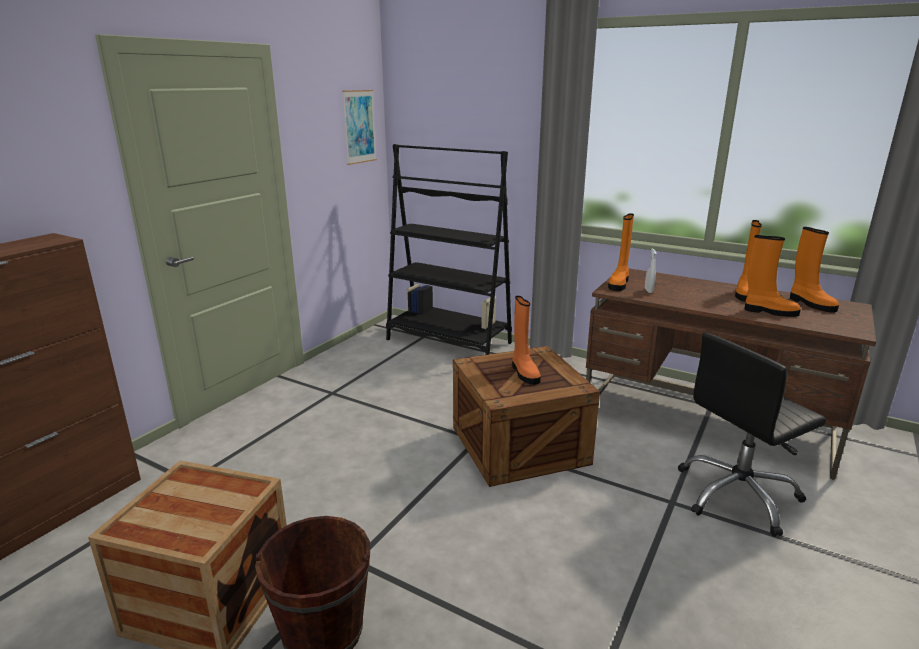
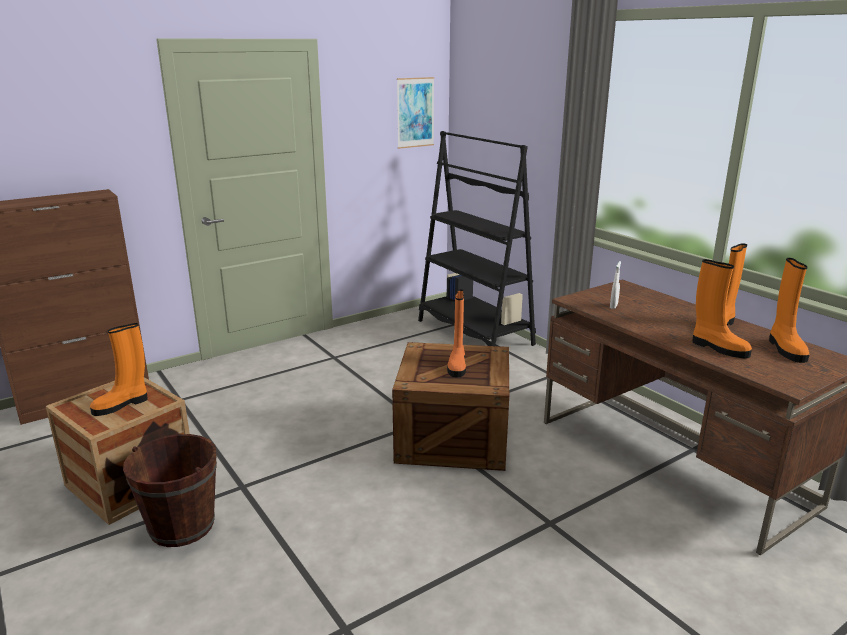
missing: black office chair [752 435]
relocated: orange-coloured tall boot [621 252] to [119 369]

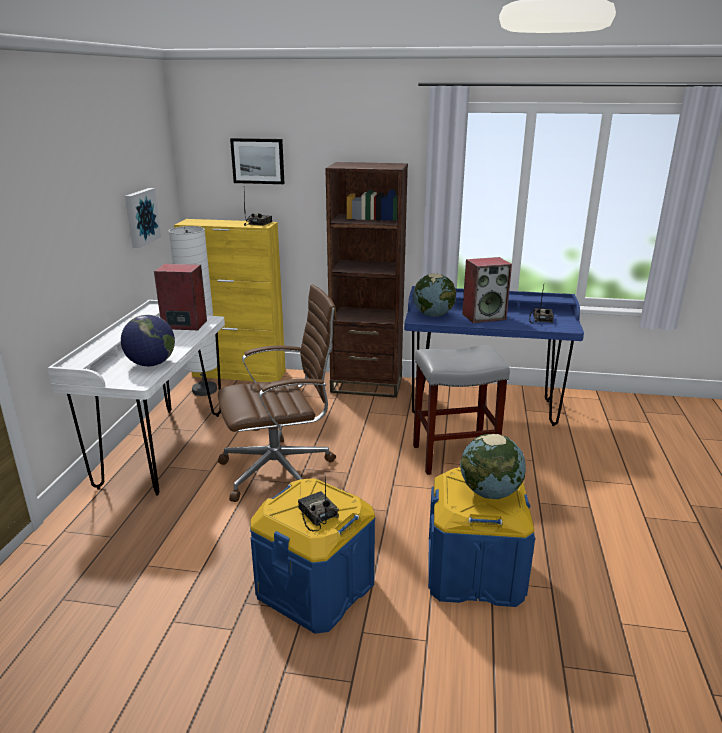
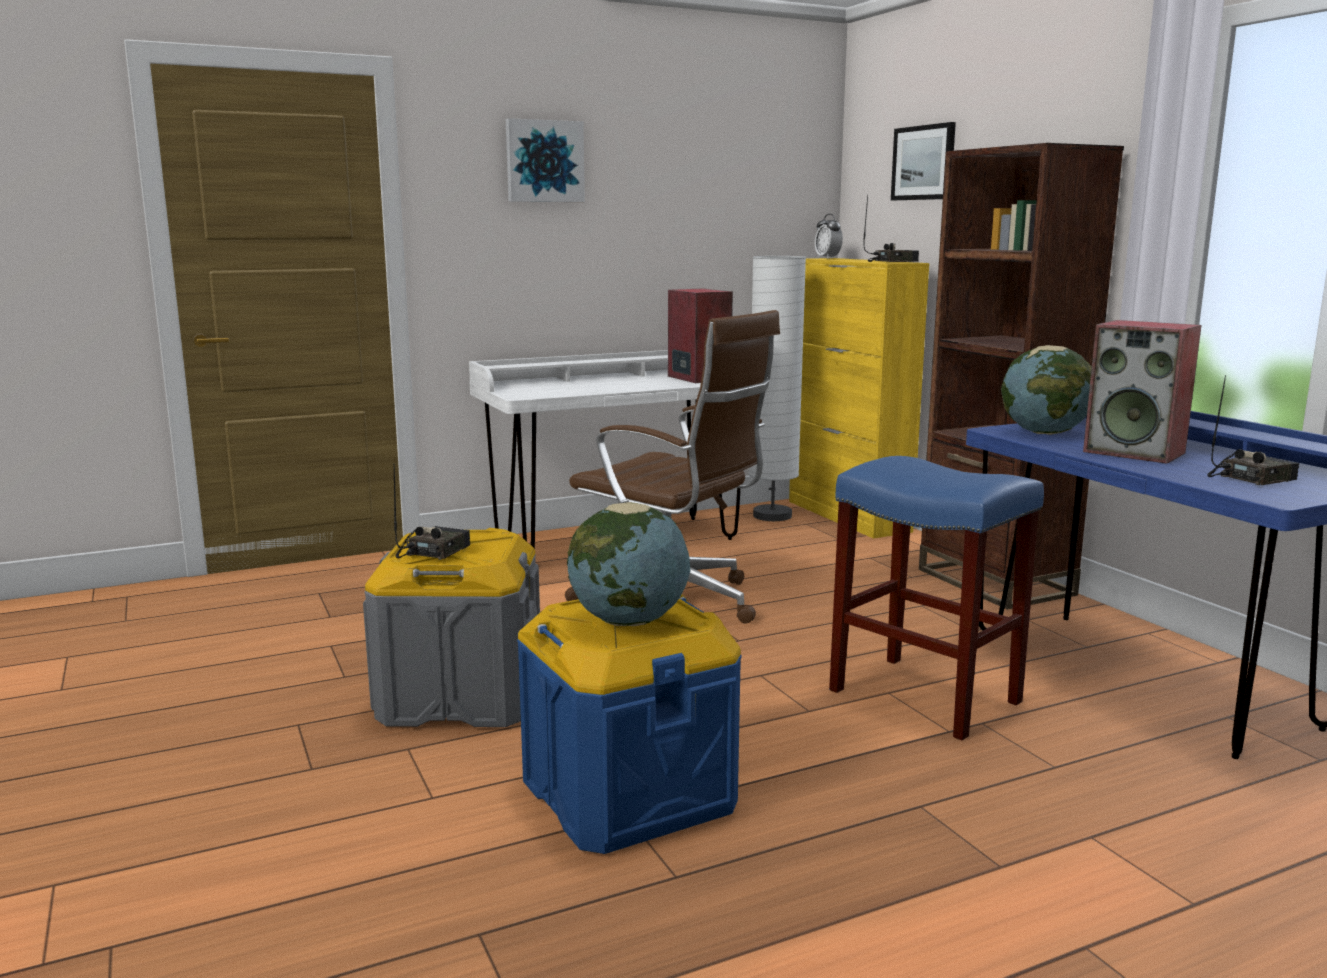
missing: globe [148 340]
appeared: alarm clock [829 236]
relocated: wall picture [143 218] to [545 160]
colour: blue storage box [312 556] to greyish storage box [451 627]; greyish sitting stool [461 410] to blue sitting stool [936 598]

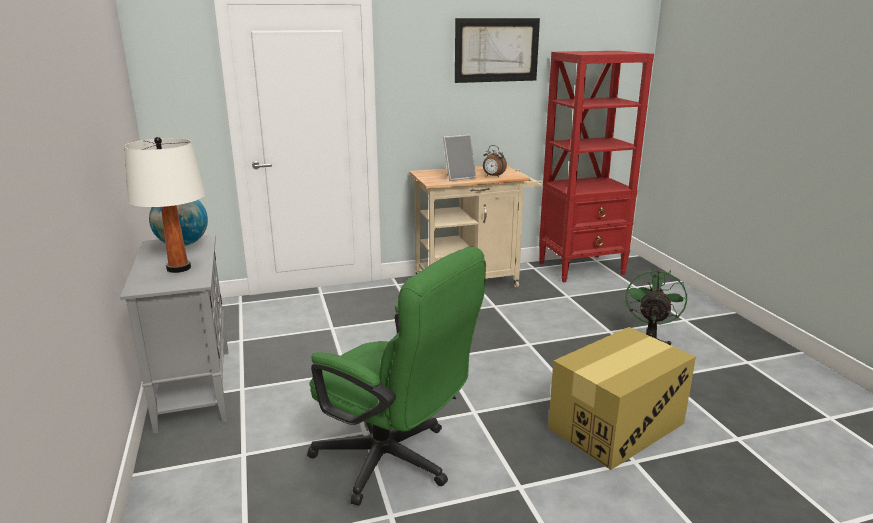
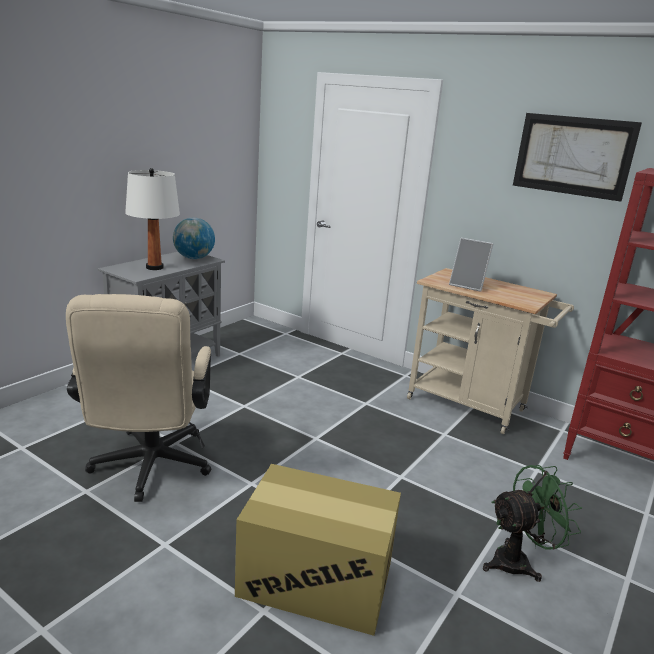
missing: alarm clock [495 161]
colour: green-coloured office chair [396 376] to sand-coloured office chair [138 398]

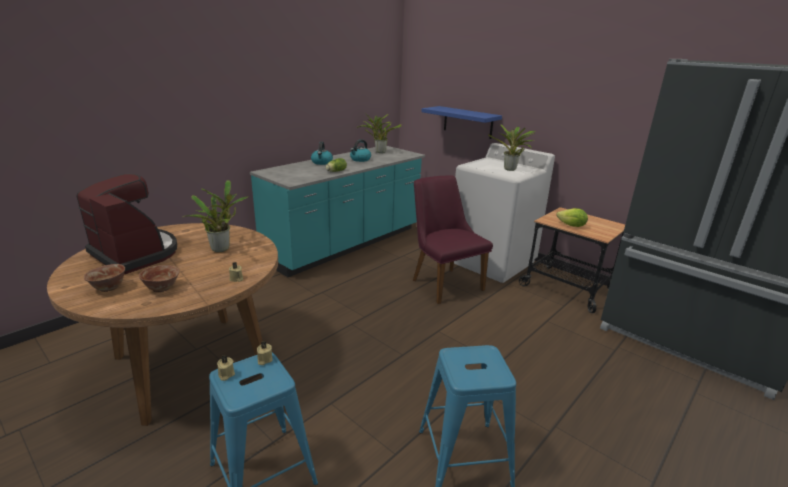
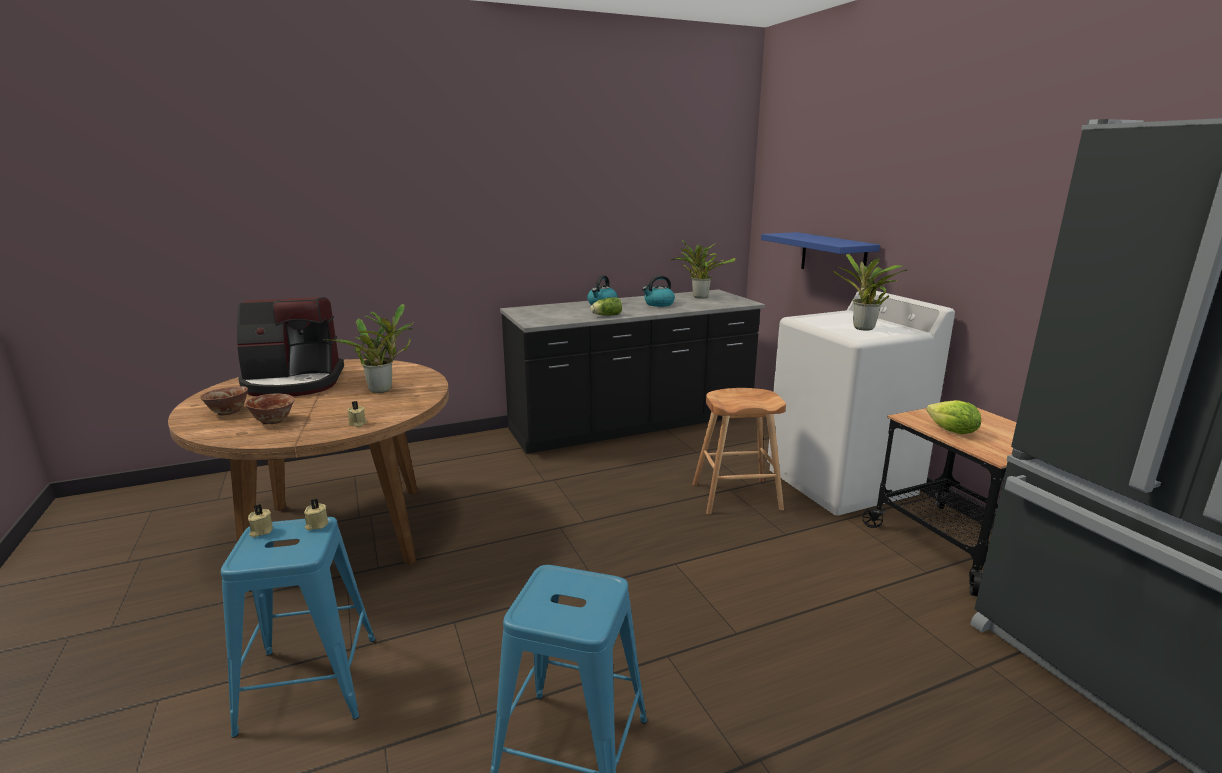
exchanged: purplish chair [453 239] to brownish sitting stool [739 451]
colour: blue-green kitchen base unit [337 211] to black kitchen base unit [632 371]
spun: coffee brewer [127 223] = [290 346] 105 degrees clockwise

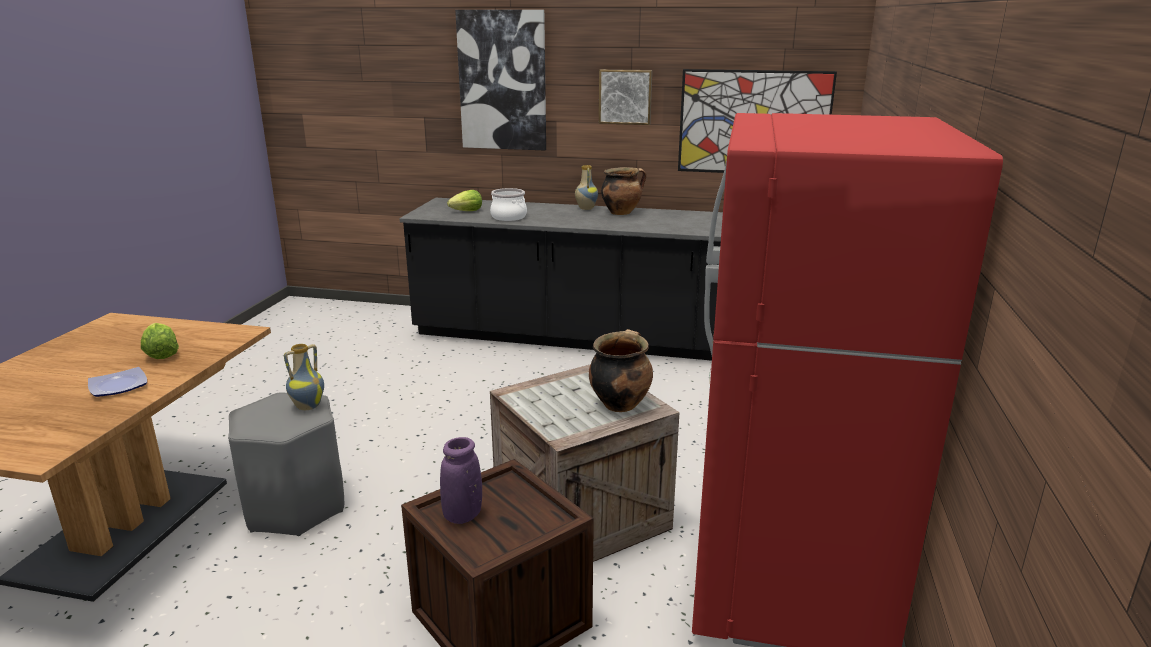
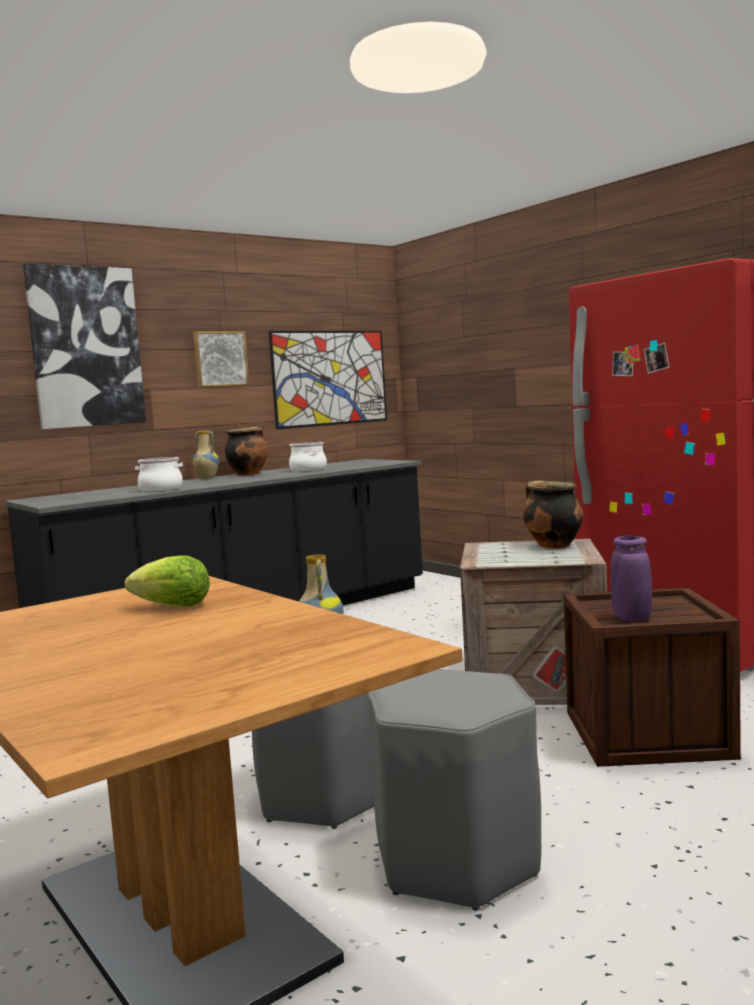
missing: dinner plate [117 382]; head of lettuce [464 200]
appeared: cooking pot [308 456]; greyish sitting stool [454 790]

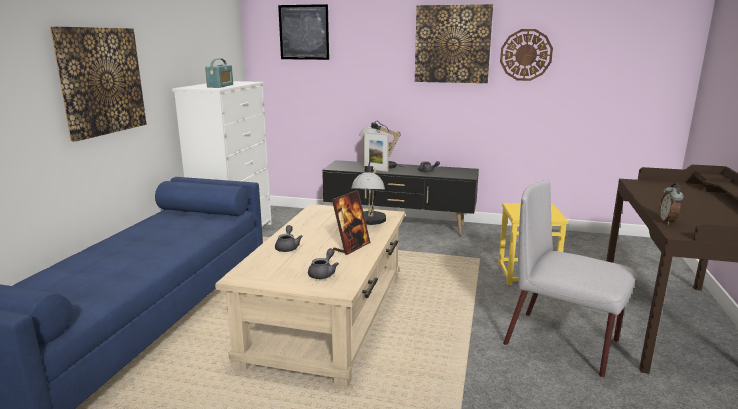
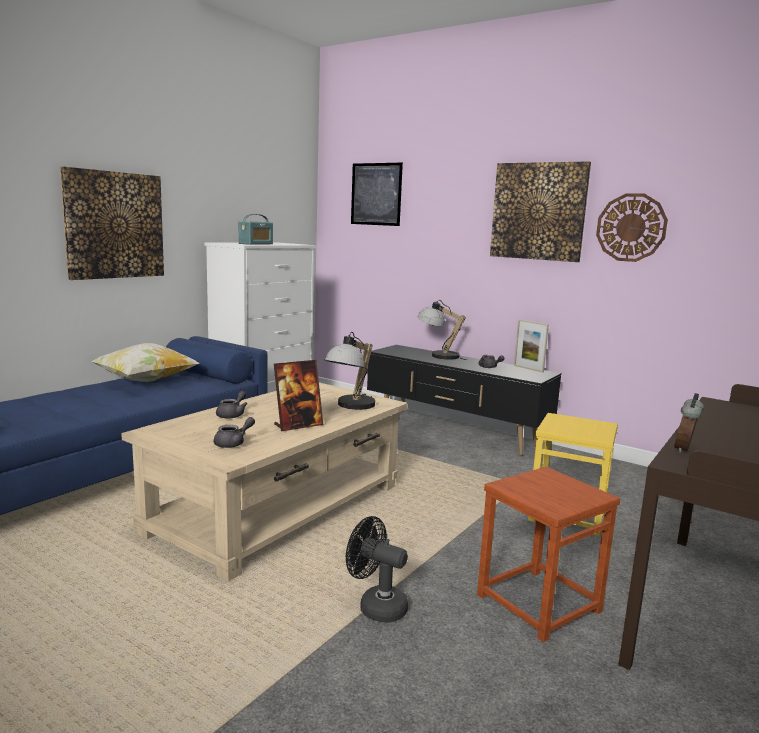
appeared: throw pillow [145 362]; black fan [377 569]
relocated: picture frame [376 152] to [531 345]
exchanged: greyish chair [569 278] to brownish sitting stool [548 554]

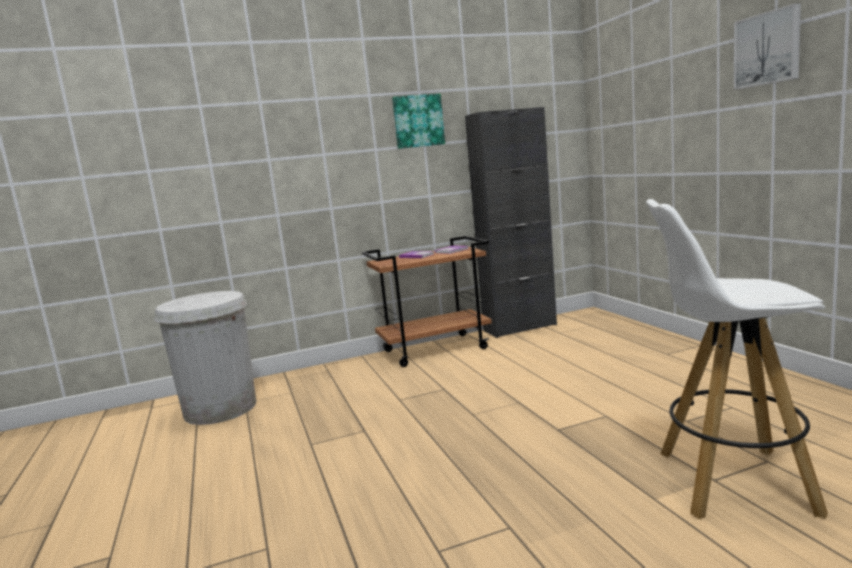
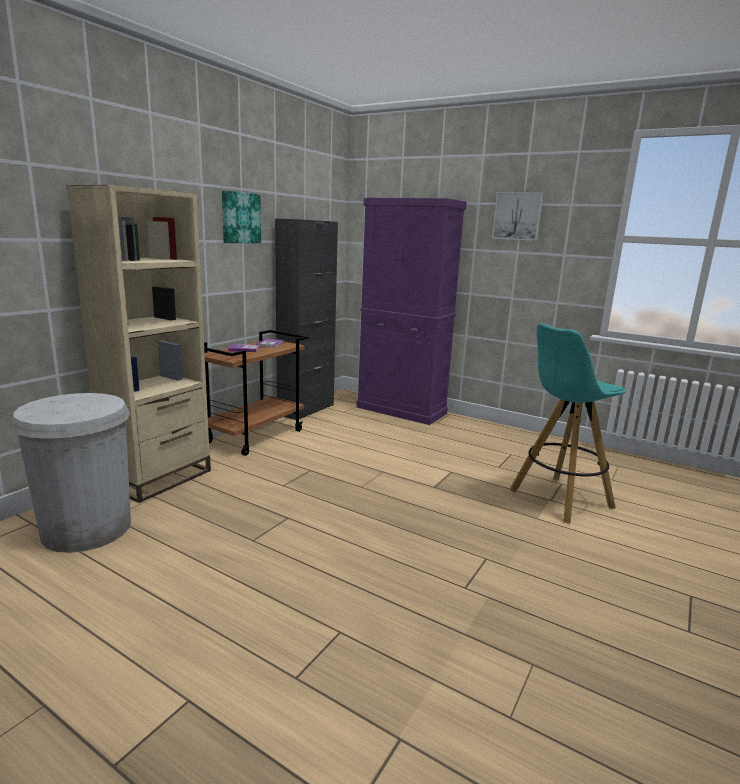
appeared: sand-coloured shelving unit [138 344]; purplish storage cabinet [411 311]
colour: white-coloured sitting stool [737 359] to blue-green sitting stool [568 423]

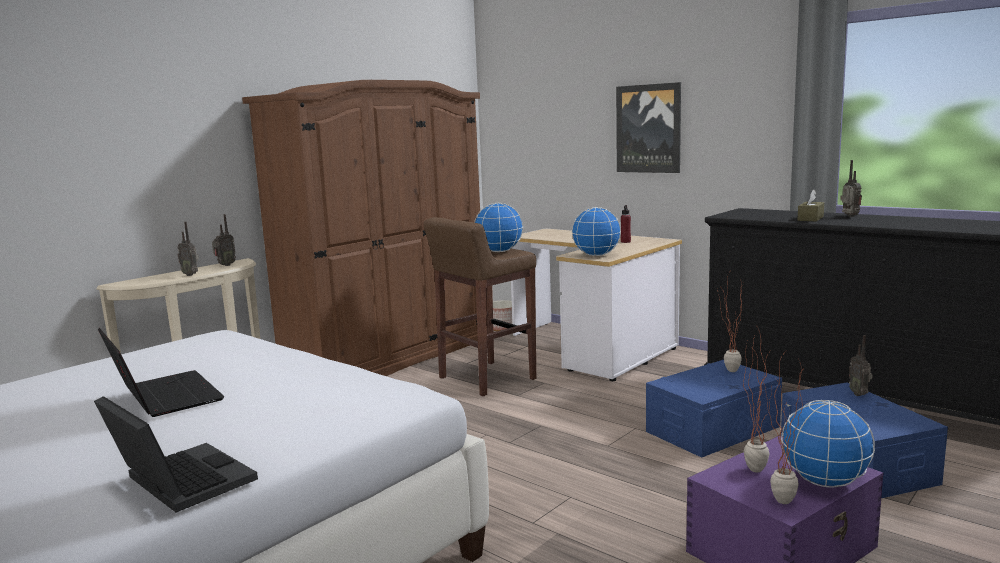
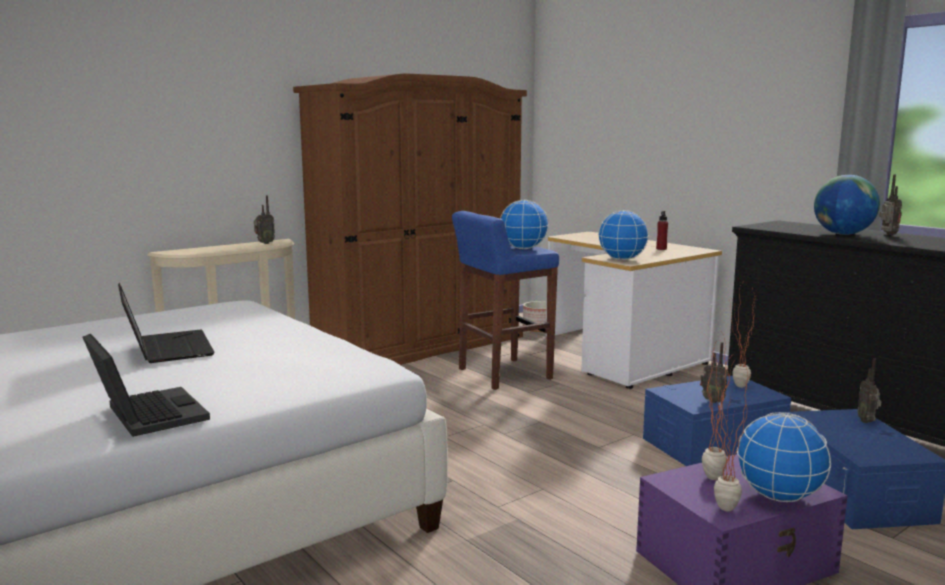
missing: wall picture [648 127]
relocated: radio set [188 249] to [714 372]
exchanged: brownish tissue box [811 205] to globe [847 205]
colour: brownish sitting stool [479 306] to blue sitting stool [505 300]

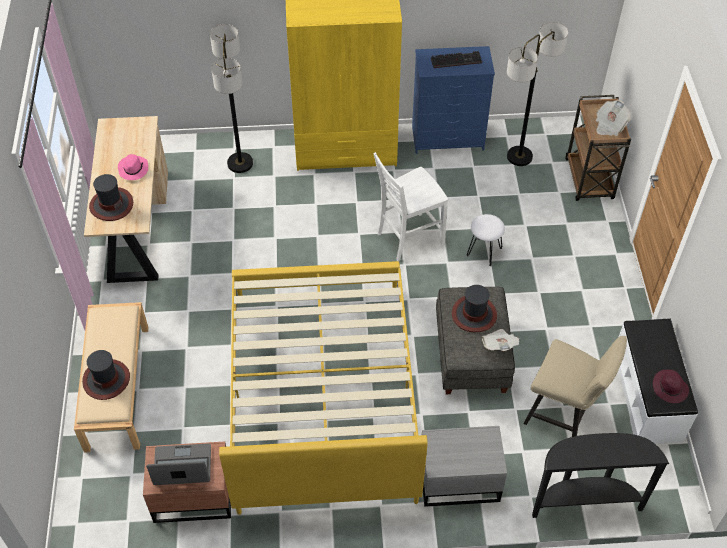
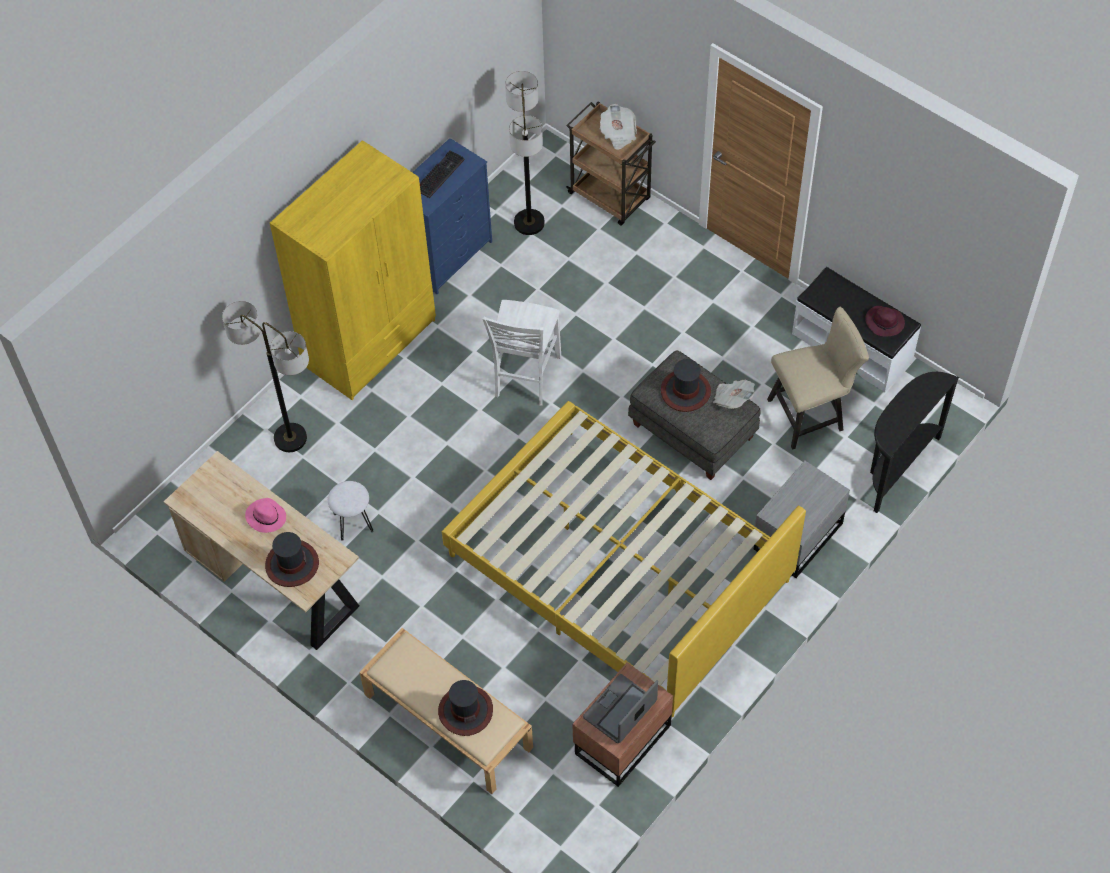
relocated: white-coloured sitting stool [486 240] to [350 511]

